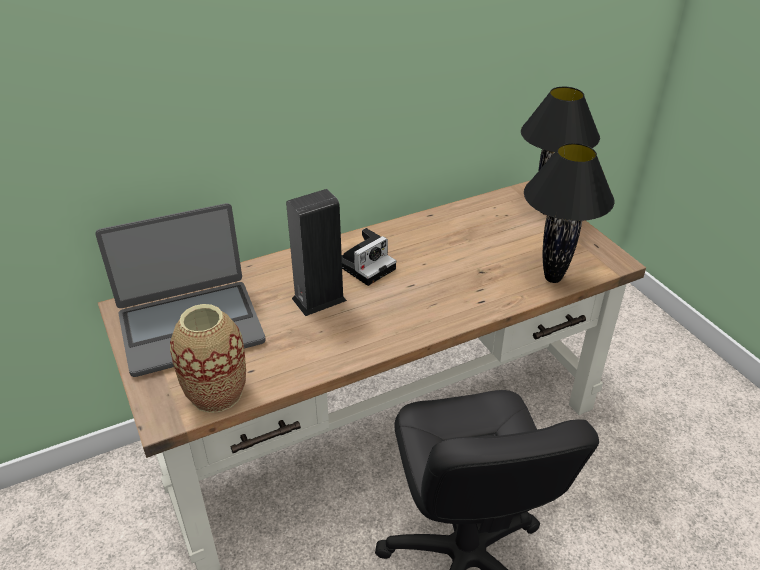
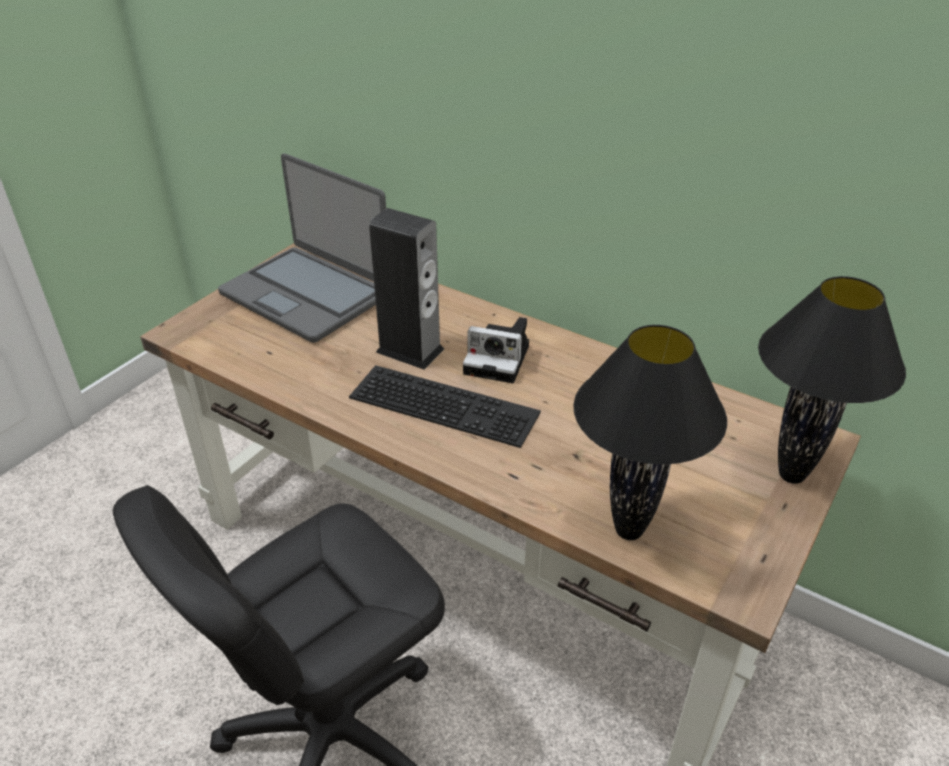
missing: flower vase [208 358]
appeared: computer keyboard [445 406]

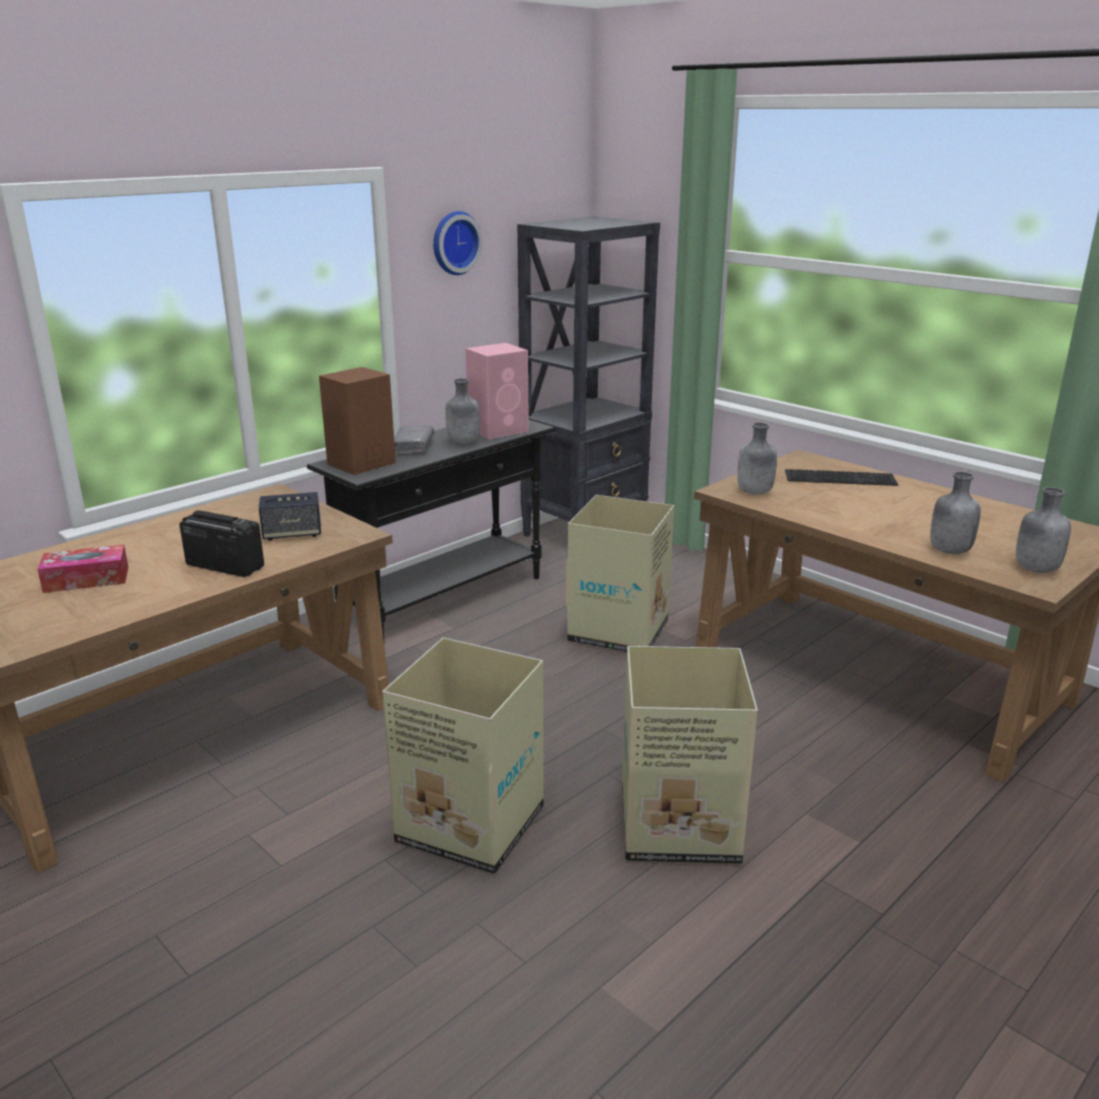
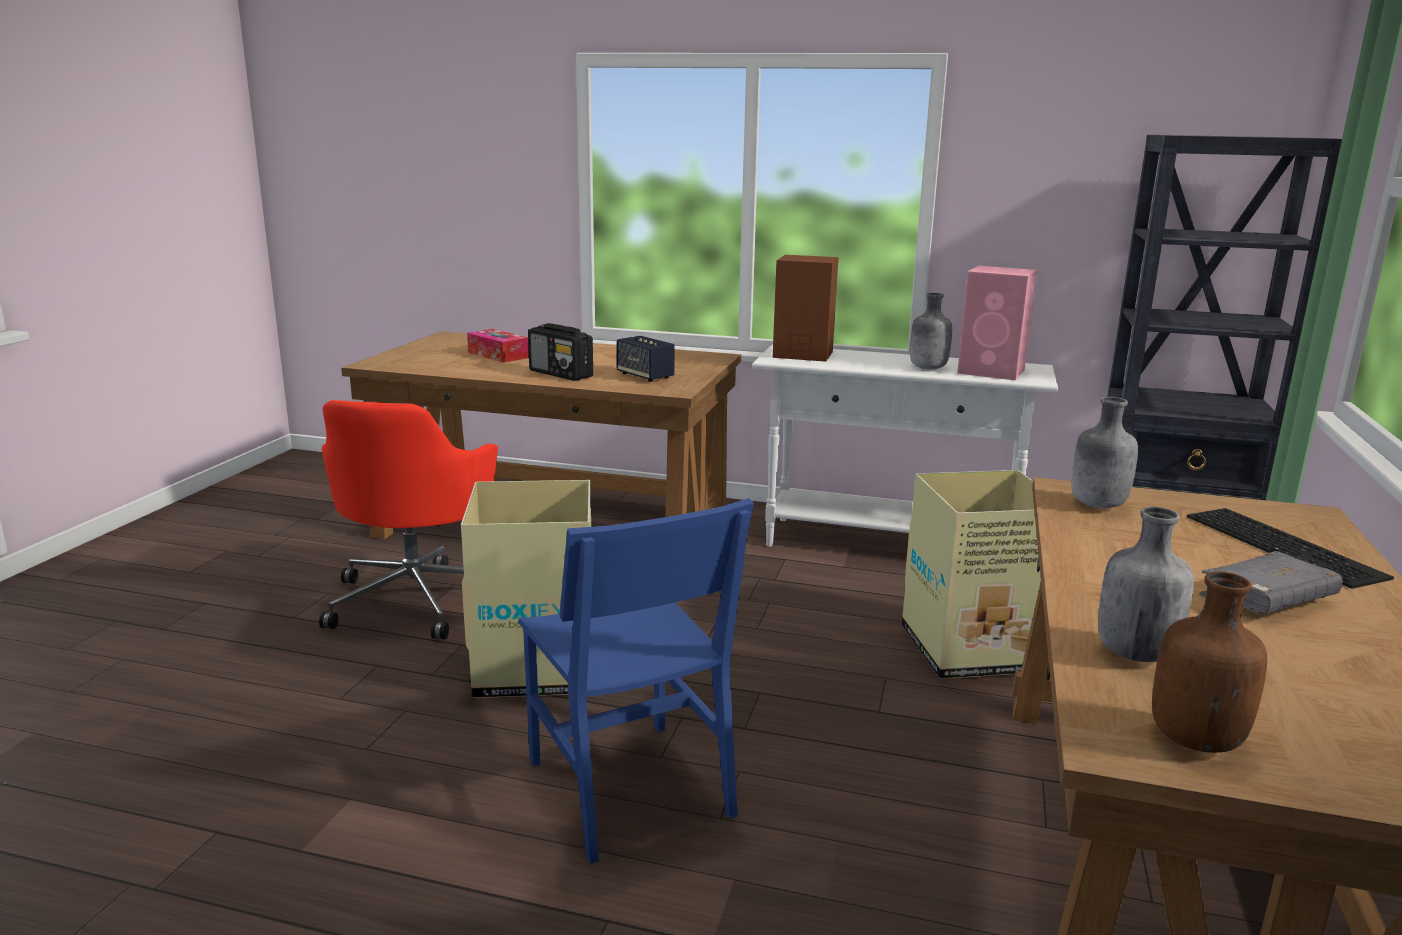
missing: clock on the wall [458 243]
appeared: red-coloured office chair [408 519]
relocated: greyish book [414 440] to [1271 582]
exchanged: cardboard box [690 755] to blue chair [636 681]
colour: black console table [431 532] to white-coloured console table [905 446]; greyish drink bottle [1043 530] to brownish drink bottle [1209 662]
spun: radio set [221 543] = [560 352] 135 degrees clockwise

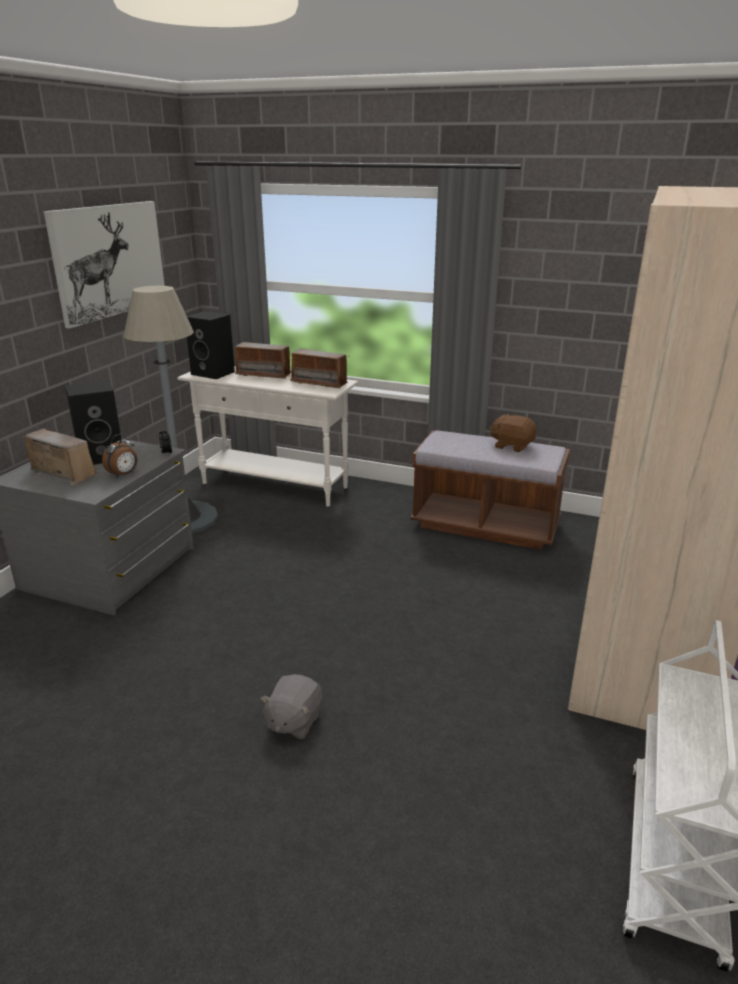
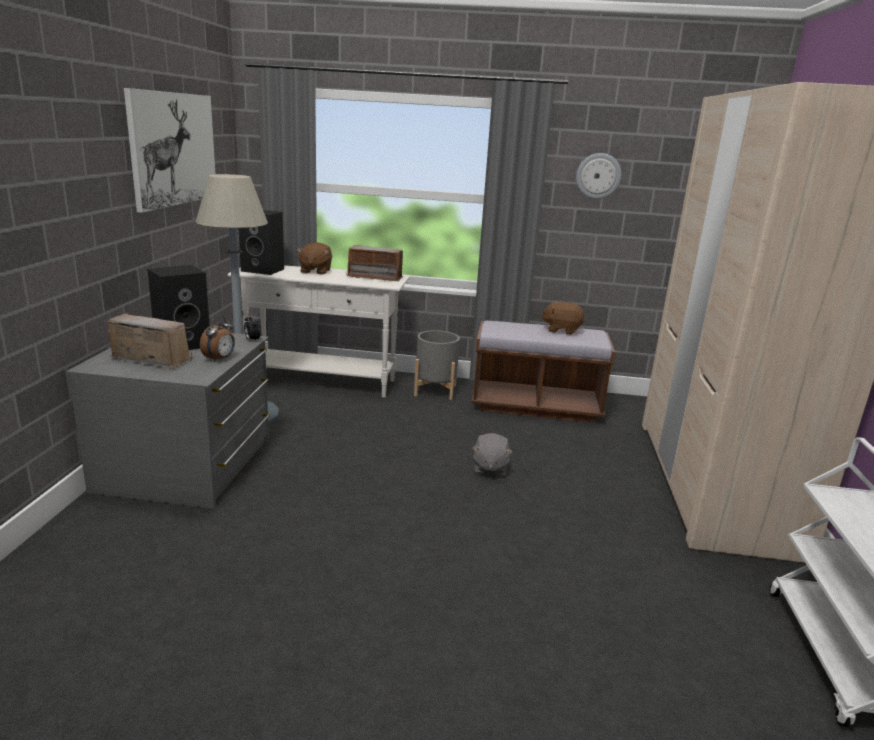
appeared: greyish planter [437 365]; clock on the wall [598 176]
relocated: greyish soft toy [291 706] to [492 455]
exchanged: radio set [262 360] to brownish soft toy [314 258]

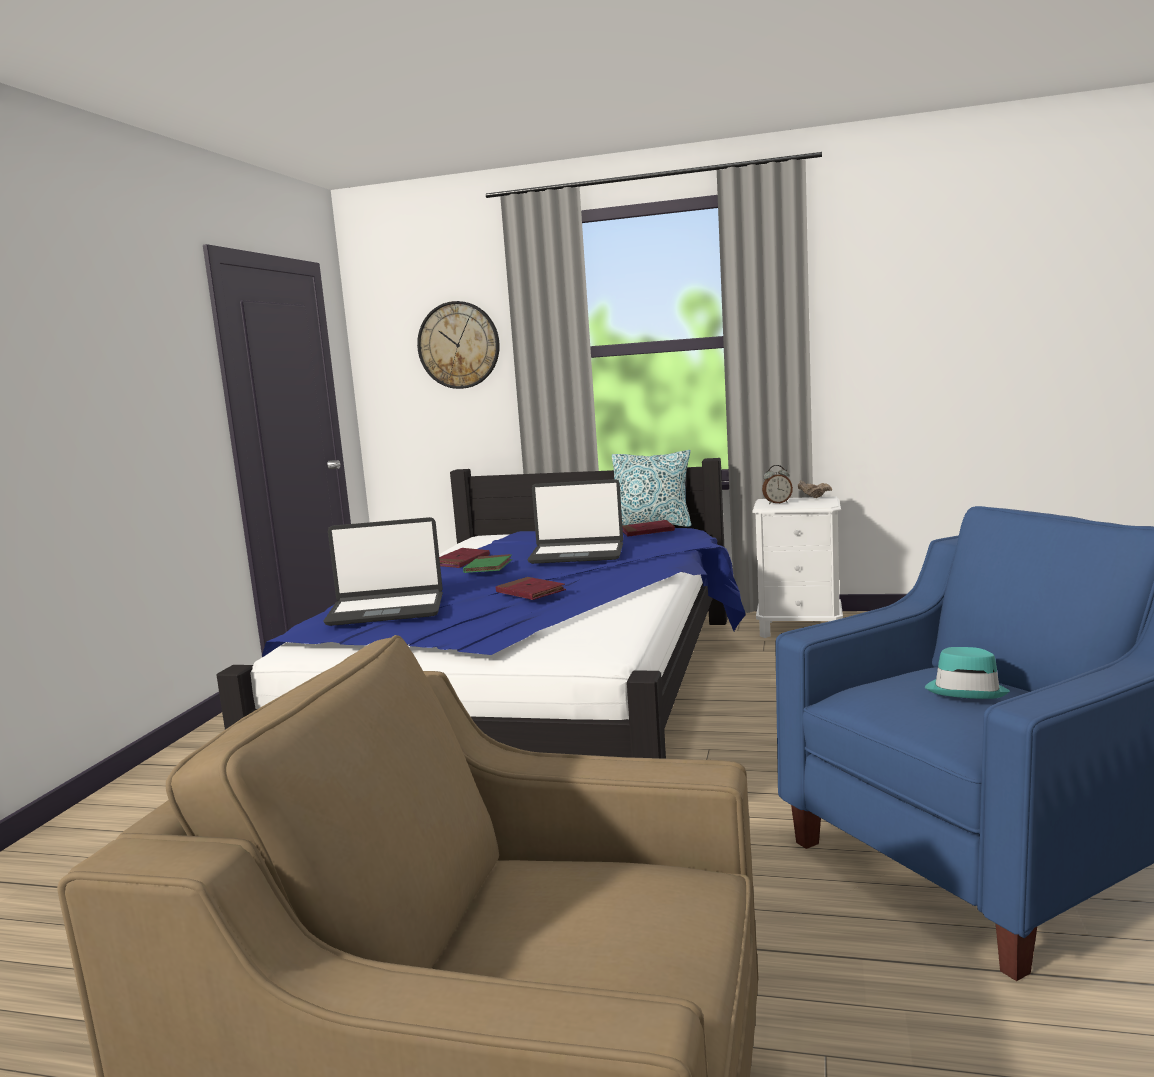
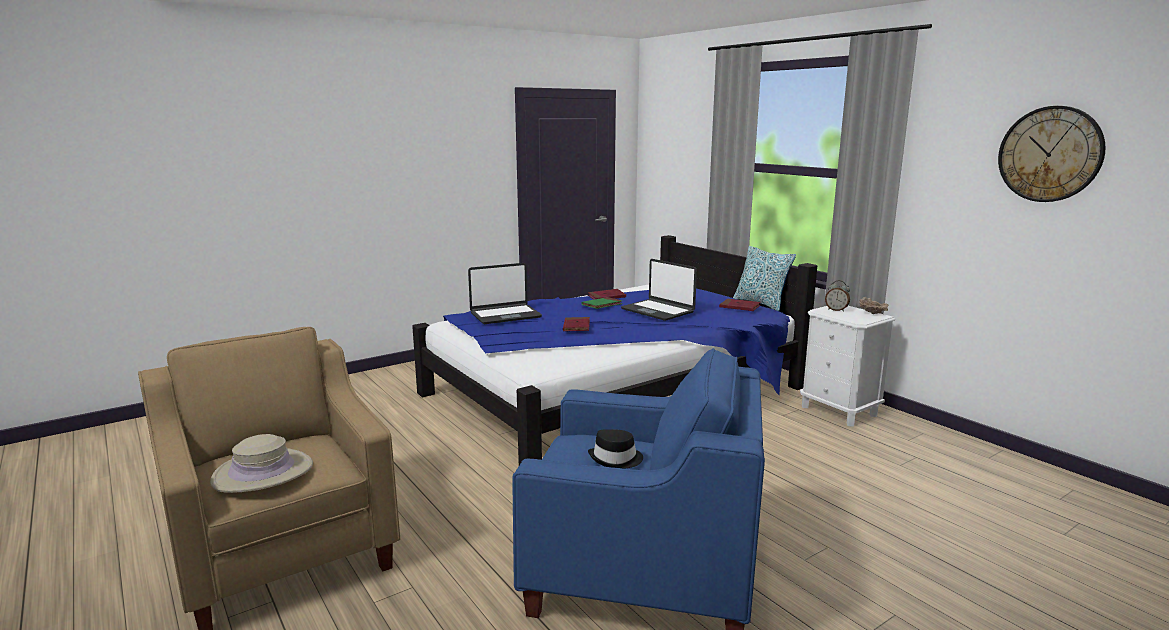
appeared: sand-coloured wearable hat [261 463]
relocated: clock on the wall [458 345] to [1052 154]
colour: blue-green wearable hat [967 673] to black wearable hat [615 449]
spun: portable computer [383 571] = [505 293] 60 degrees counterclockwise

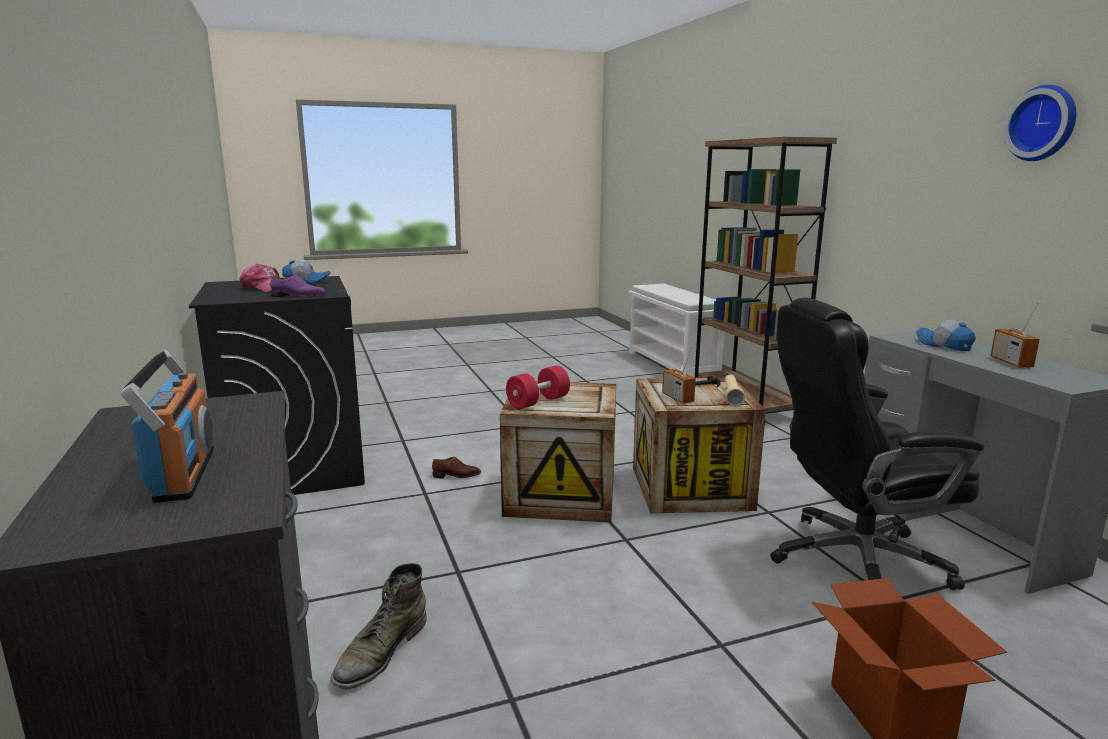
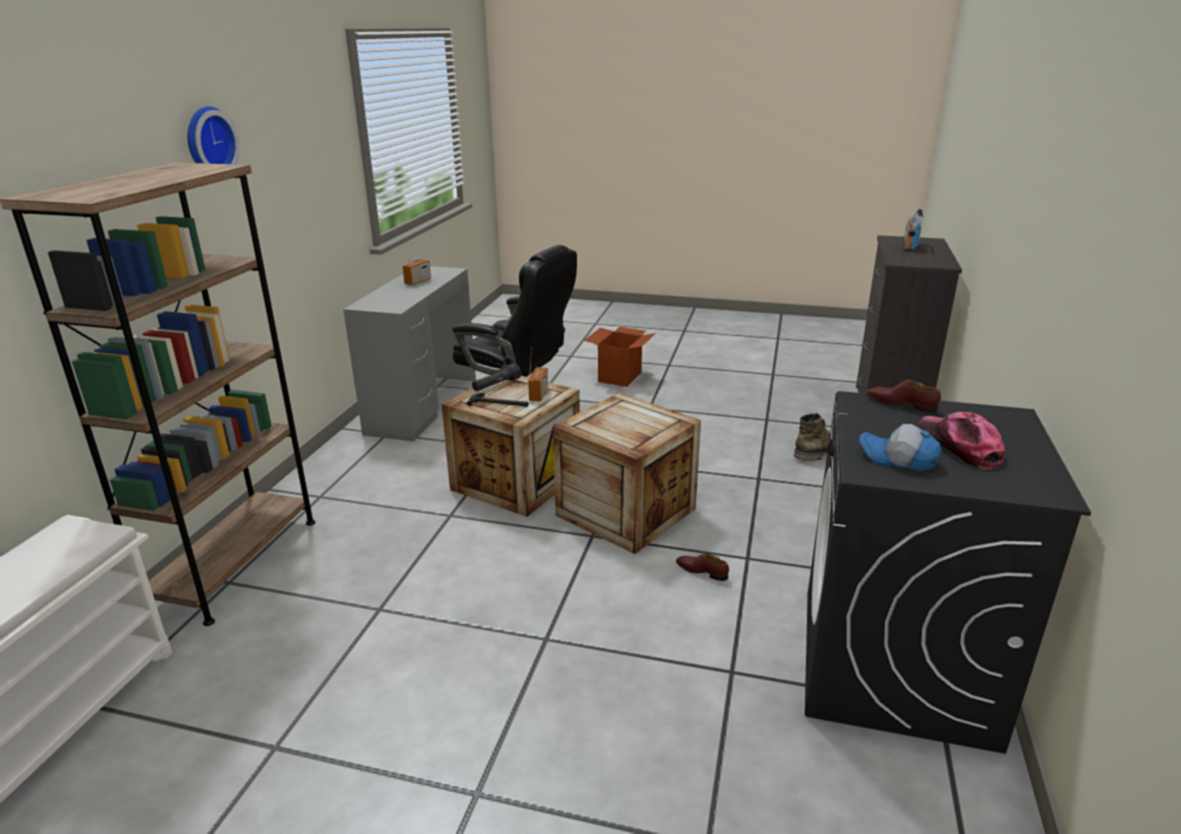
missing: red-coloured free weight [538 387]; peaked cap [946 335]
relocated: clock on the wall [1039 123] to [213 135]
colour: purplish shoe [298 285] to brownish shoe [904 396]; sand-coloured hand torch [735 390] to black hand torch [496 377]

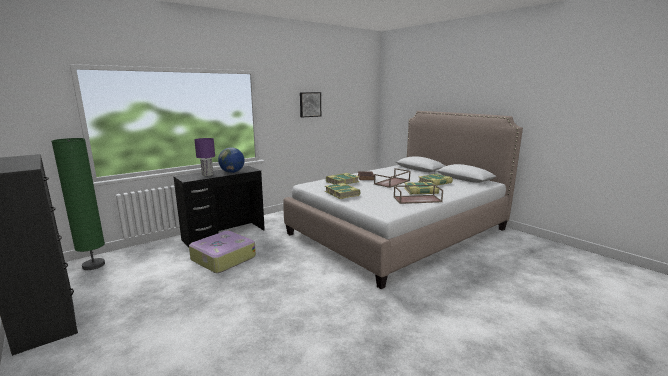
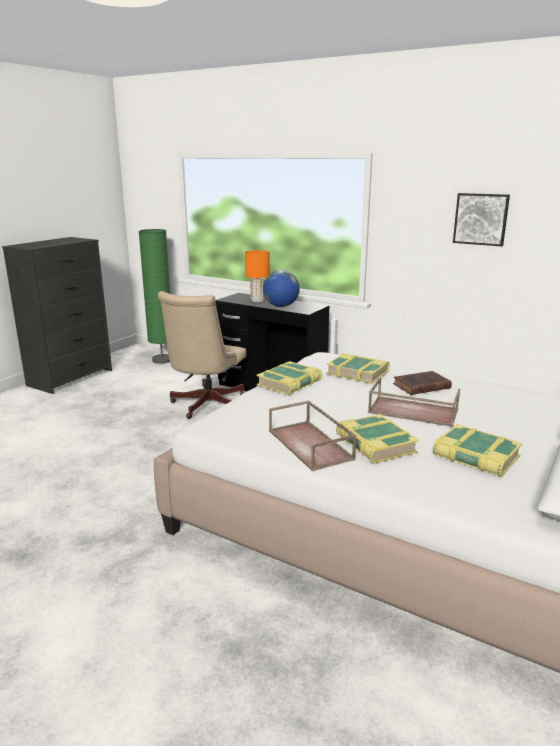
exchanged: piece of luggage [222 252] to sand-coloured office chair [202 355]
colour: purplish table lamp [204 157] to orange-coloured table lamp [257 276]

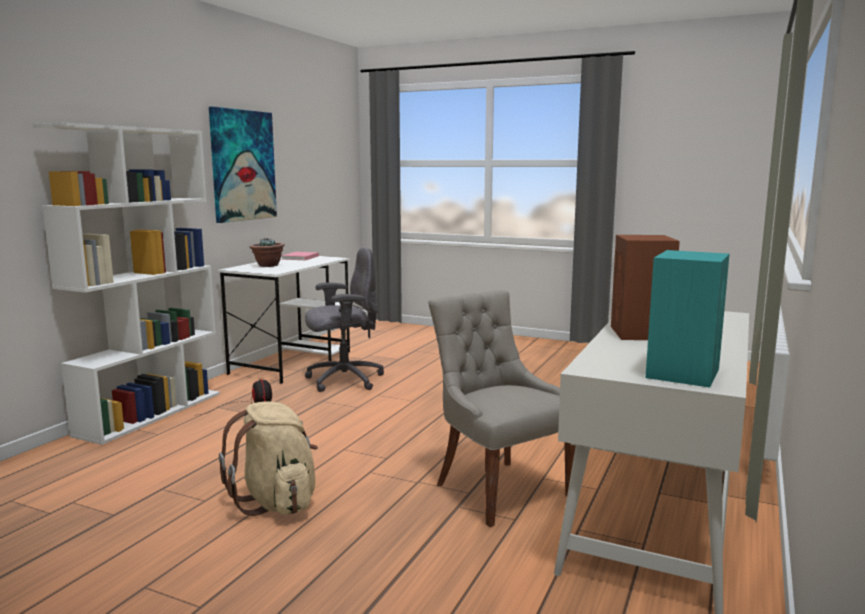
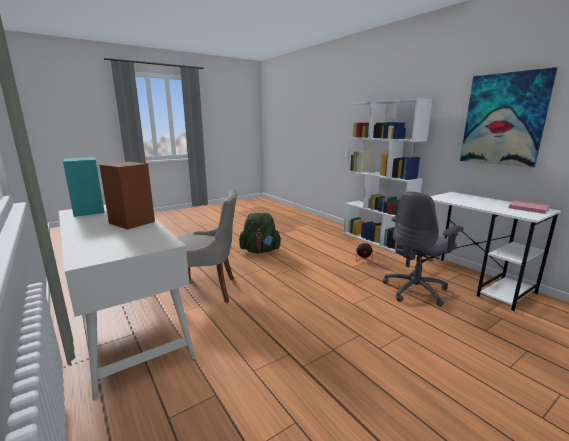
missing: potted plant [267 252]
colour: sand-coloured backpack [268 458] to green-coloured backpack [260 233]
spun: greyish office chair [344 319] = [423 249] 45 degrees clockwise

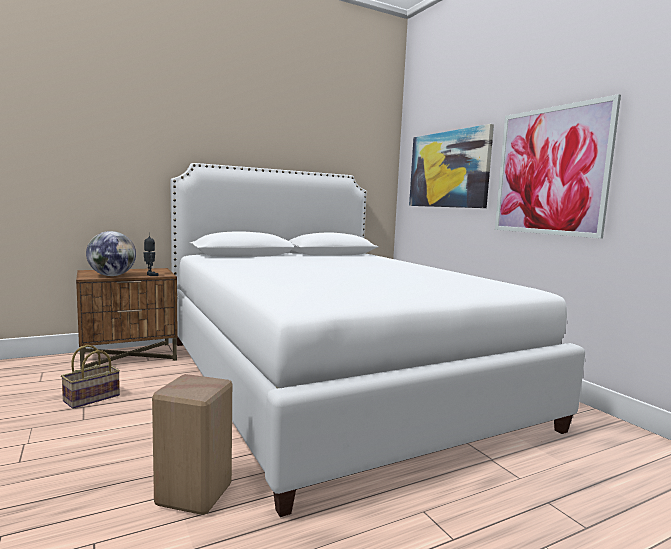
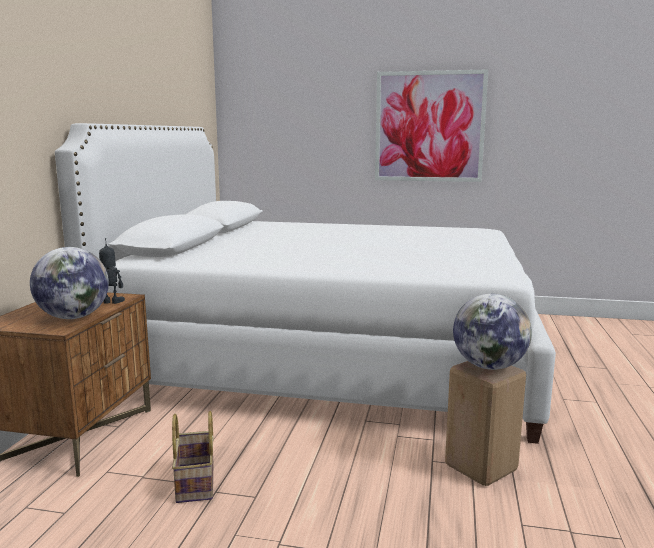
missing: wall picture [451 166]
appeared: globe [492 331]

